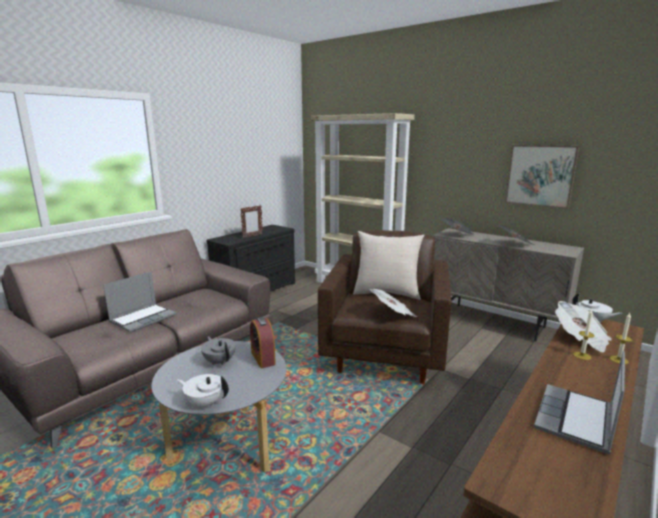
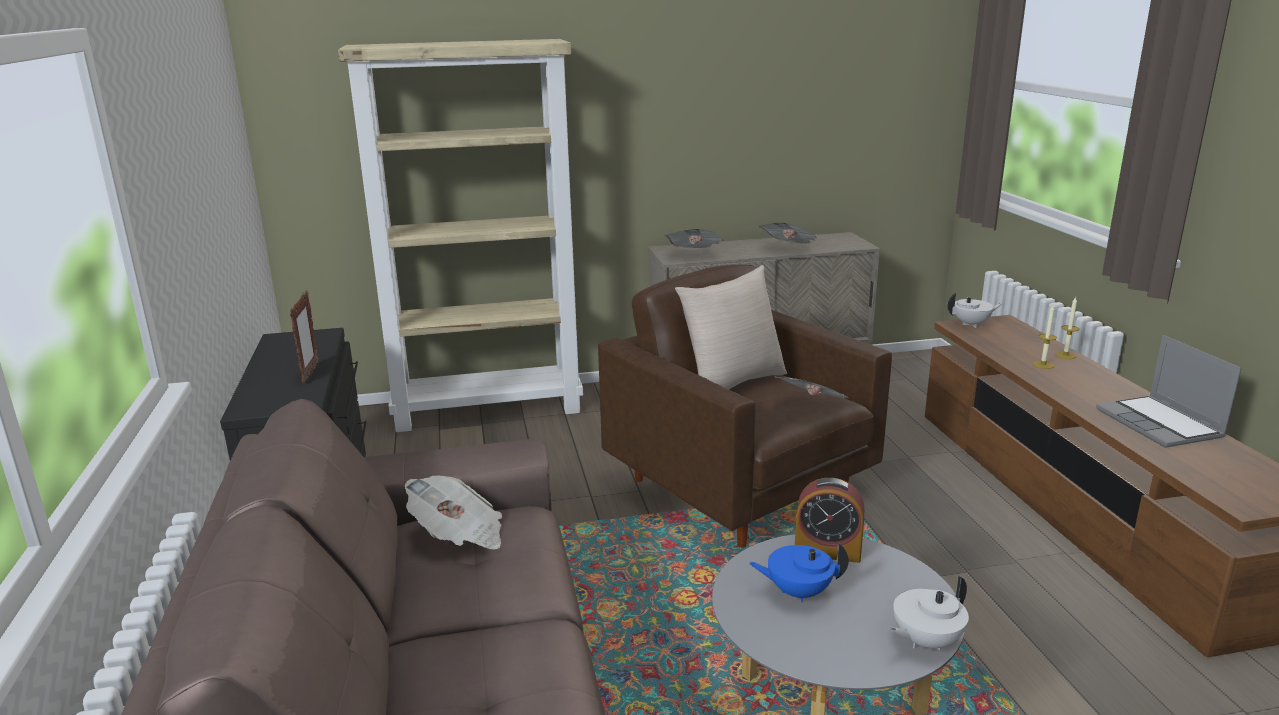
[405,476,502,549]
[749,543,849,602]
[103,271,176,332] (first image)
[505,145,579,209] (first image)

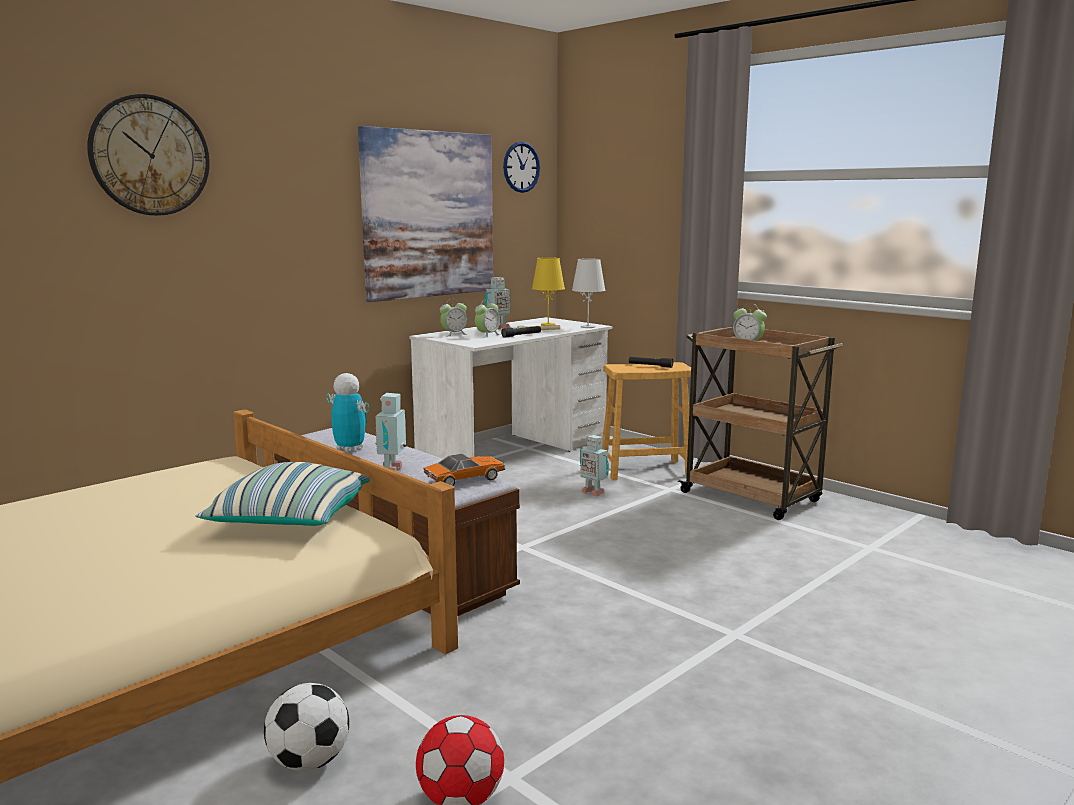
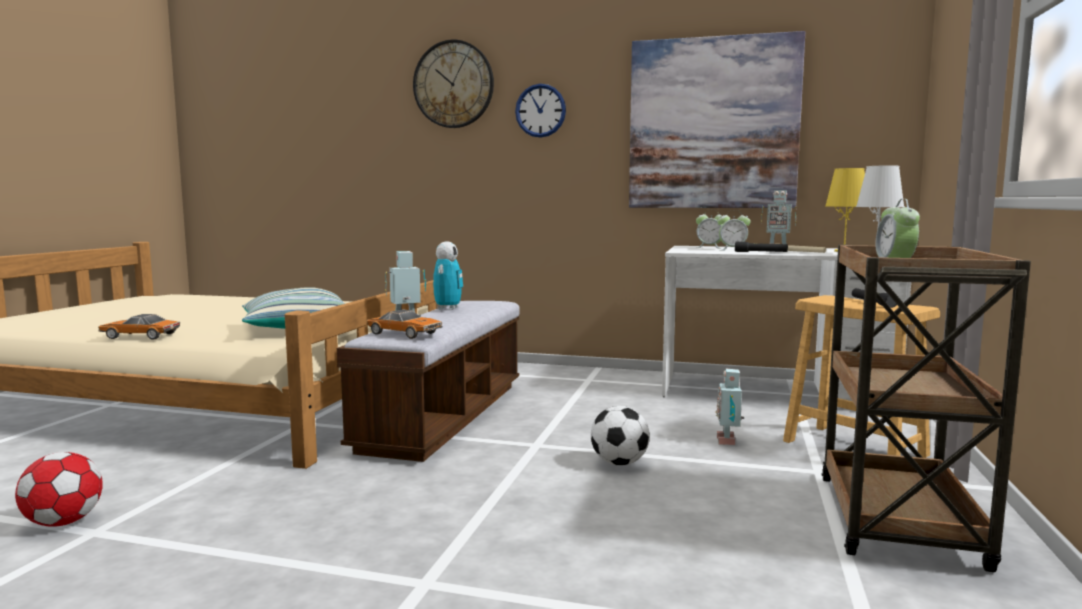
[98,314,180,340]
[515,84,566,138]
[591,406,650,465]

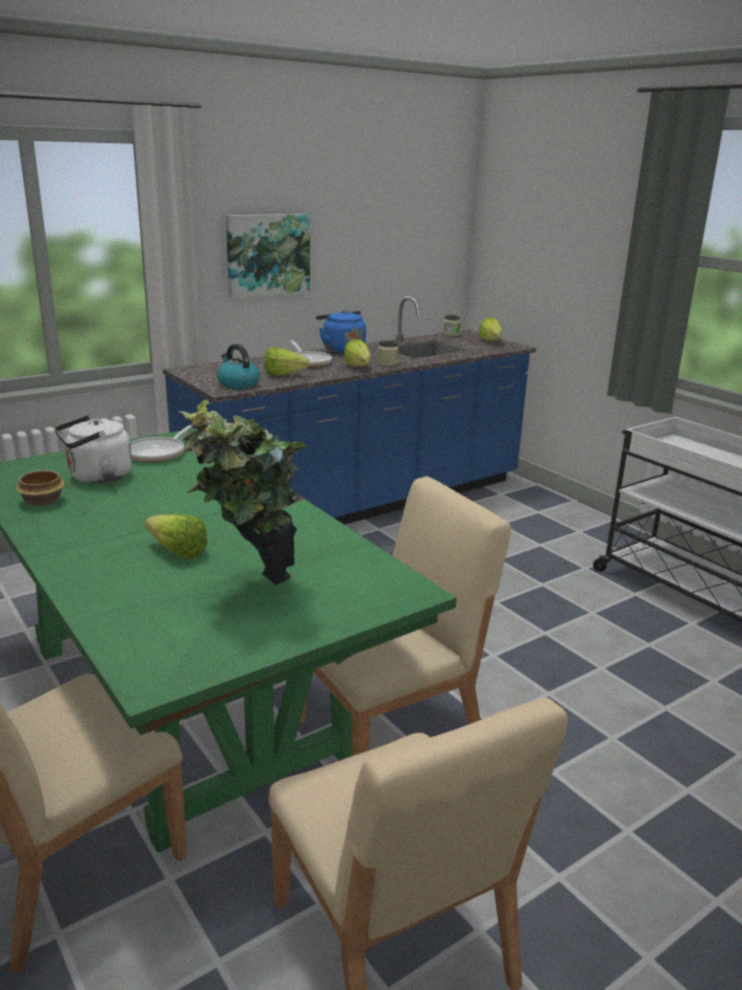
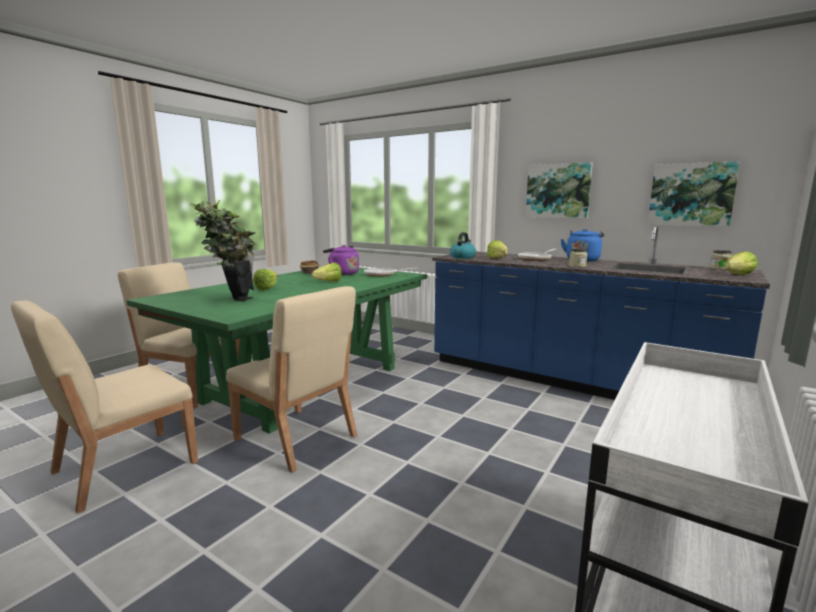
[312,263,342,282]
[323,245,359,275]
[648,161,740,227]

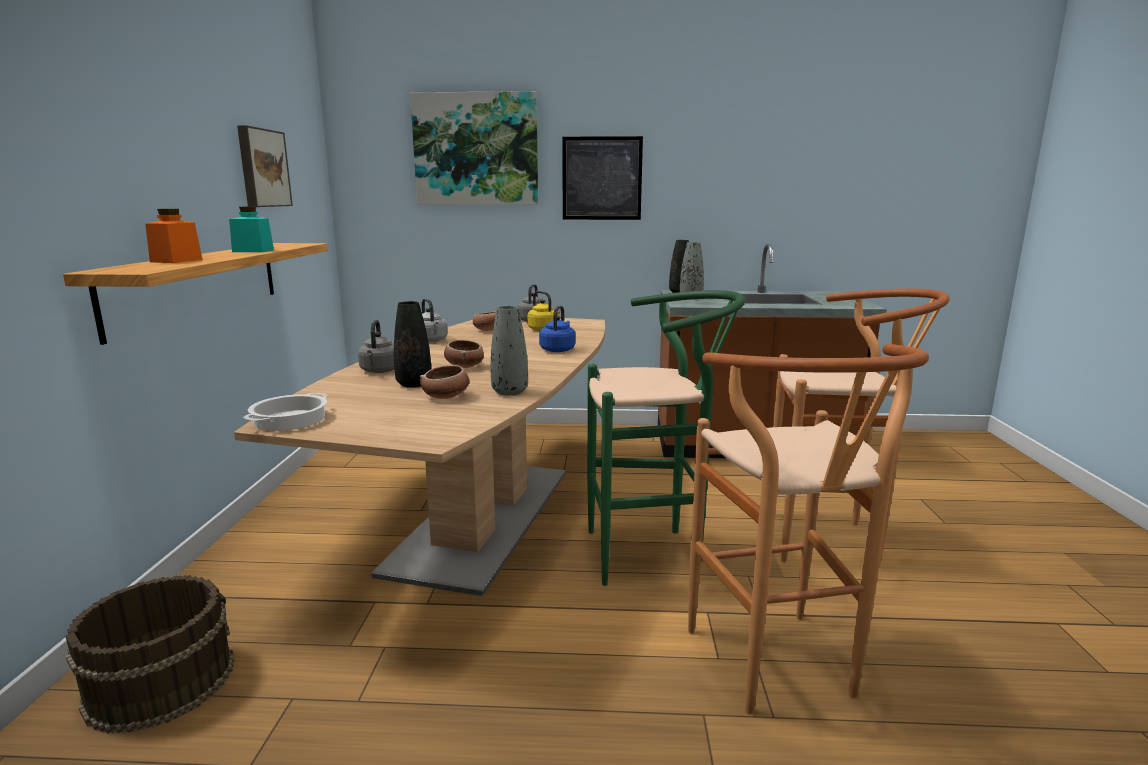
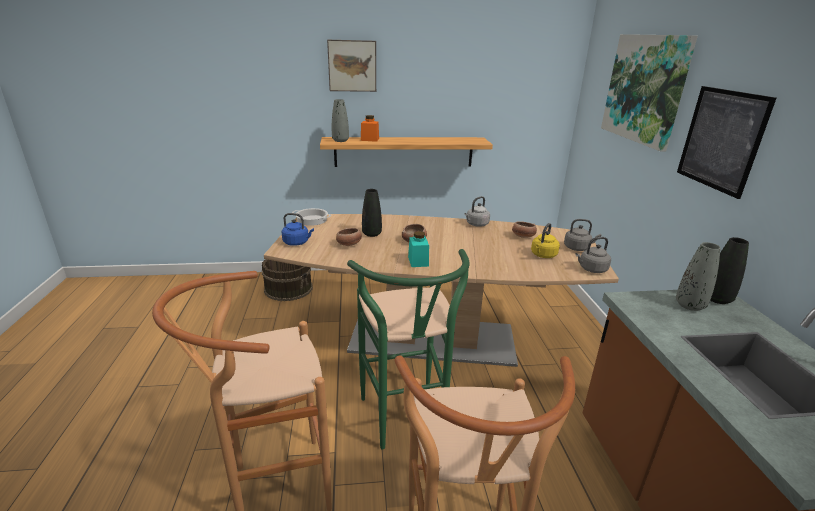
[282,213,314,246]
[327,40,376,92]
[332,99,349,142]
[408,231,429,267]
[575,237,611,273]

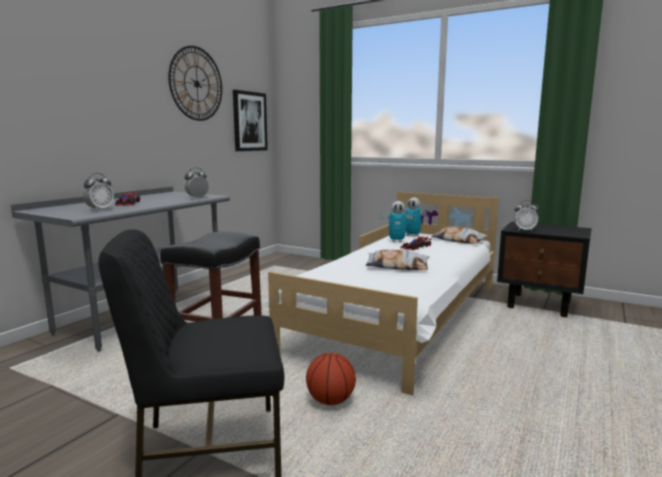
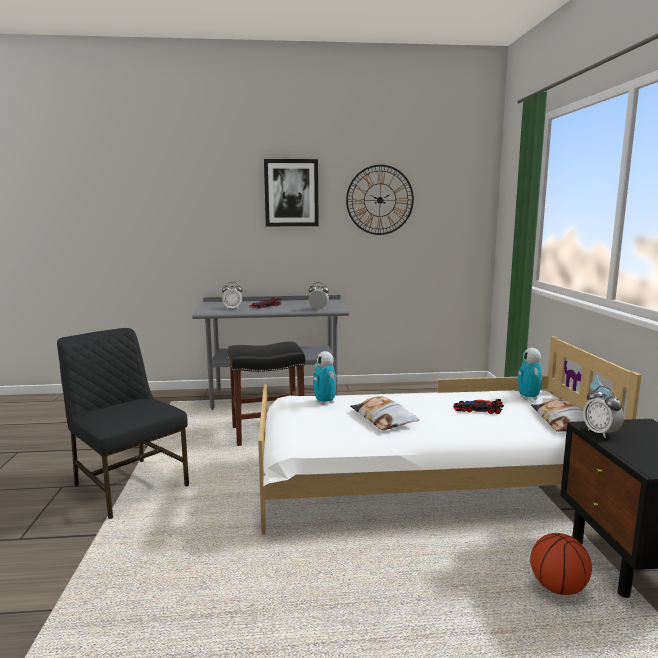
[264,159,319,226]
[313,351,337,405]
[530,533,592,595]

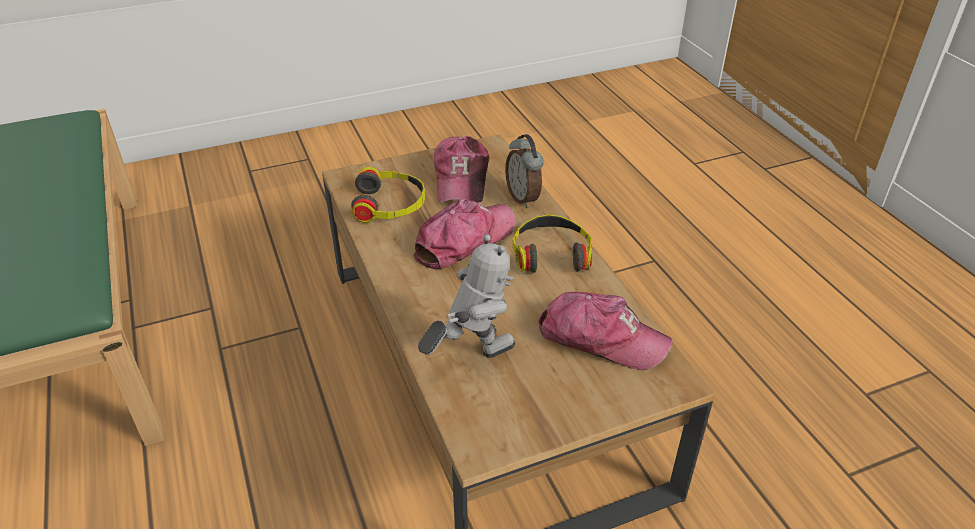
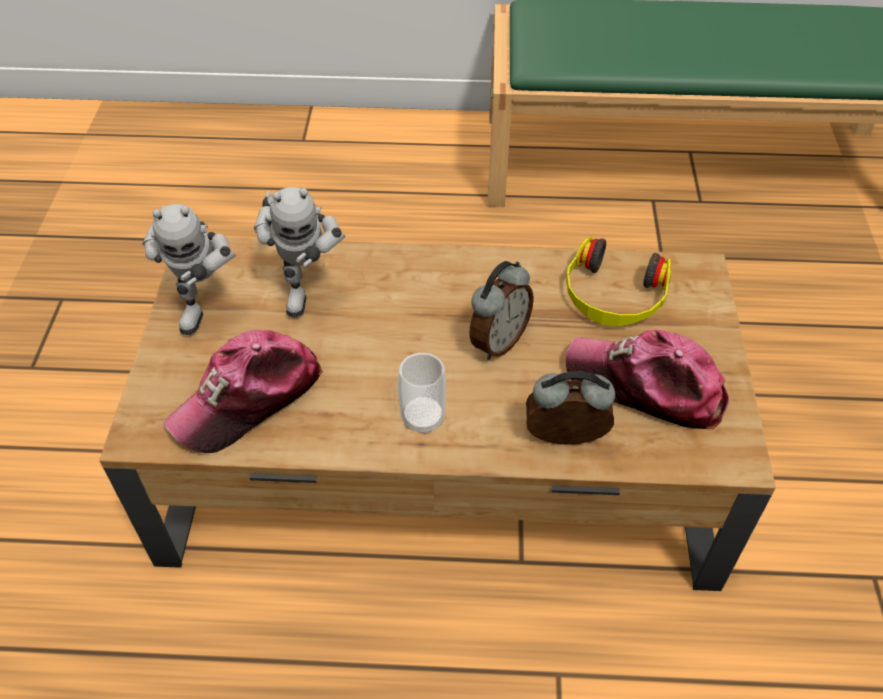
[142,204,235,335]
[398,353,446,434]
[469,261,534,360]

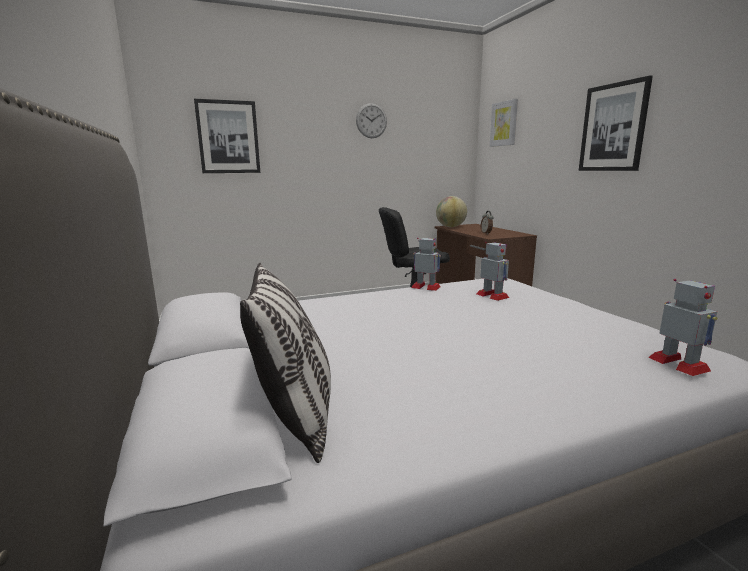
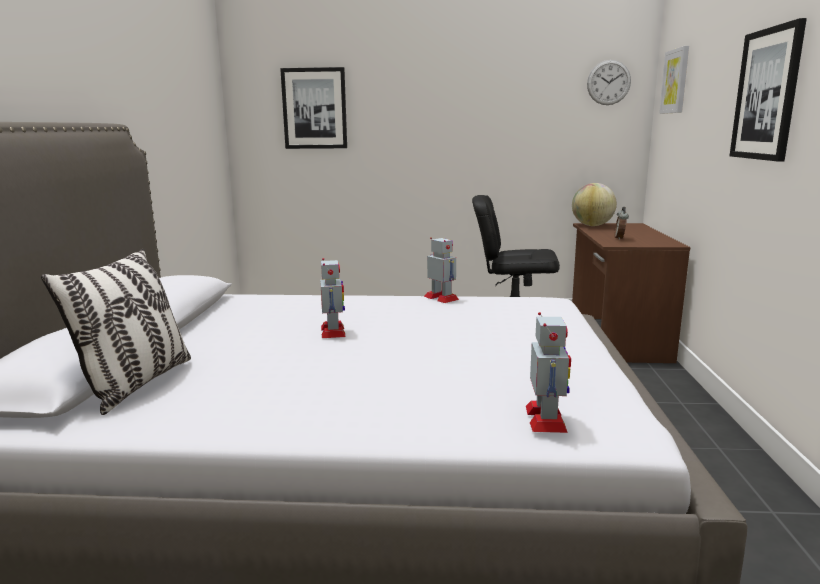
[320,258,345,338]
[587,60,631,105]

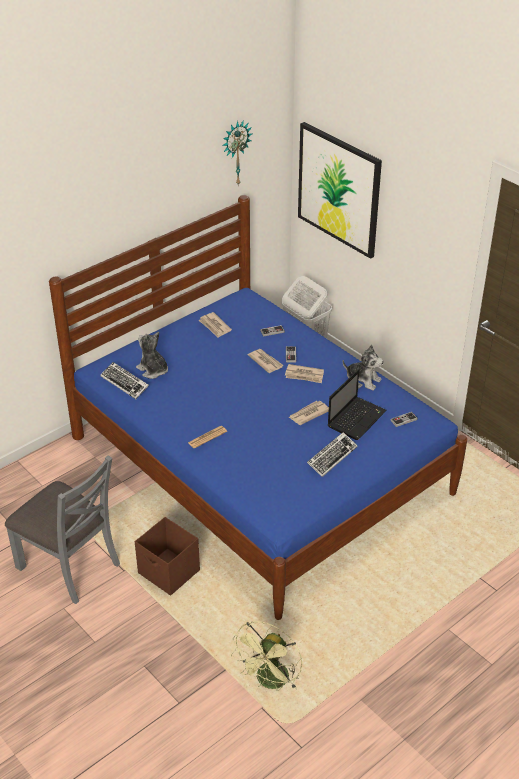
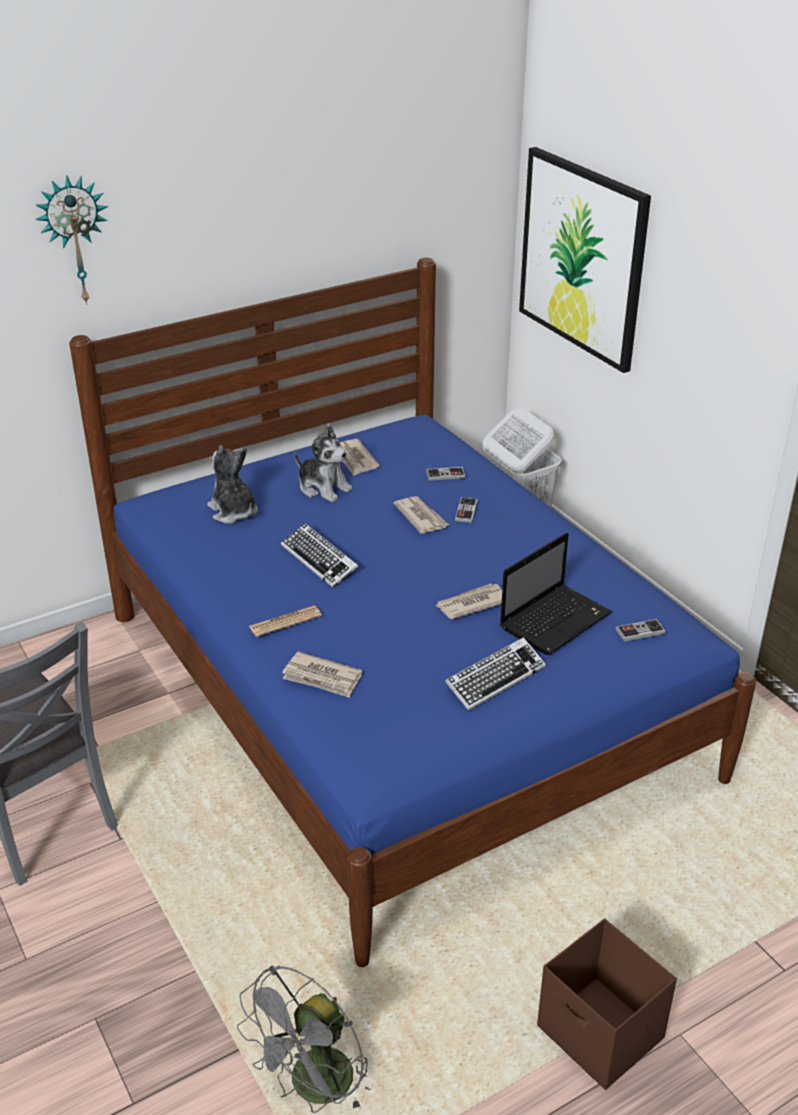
[36,175,108,305]
[237,965,372,1113]
[281,523,358,588]
[282,652,362,698]
[294,425,353,502]
[537,919,677,1090]

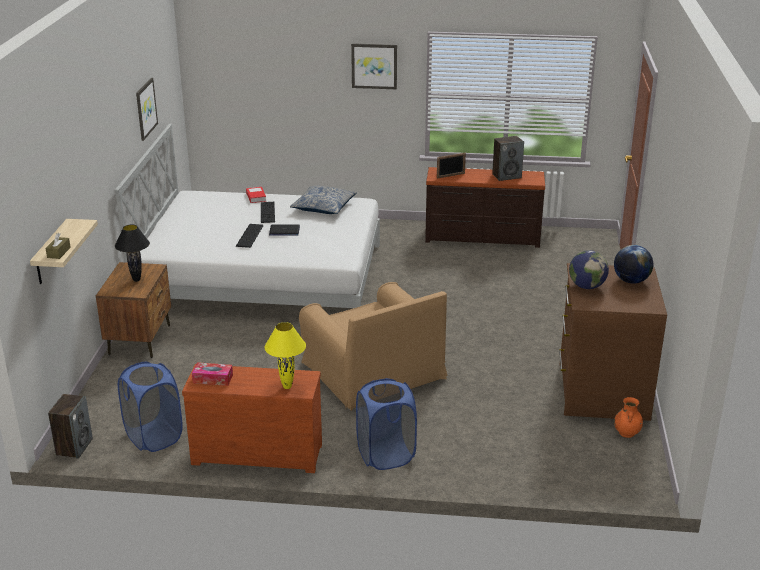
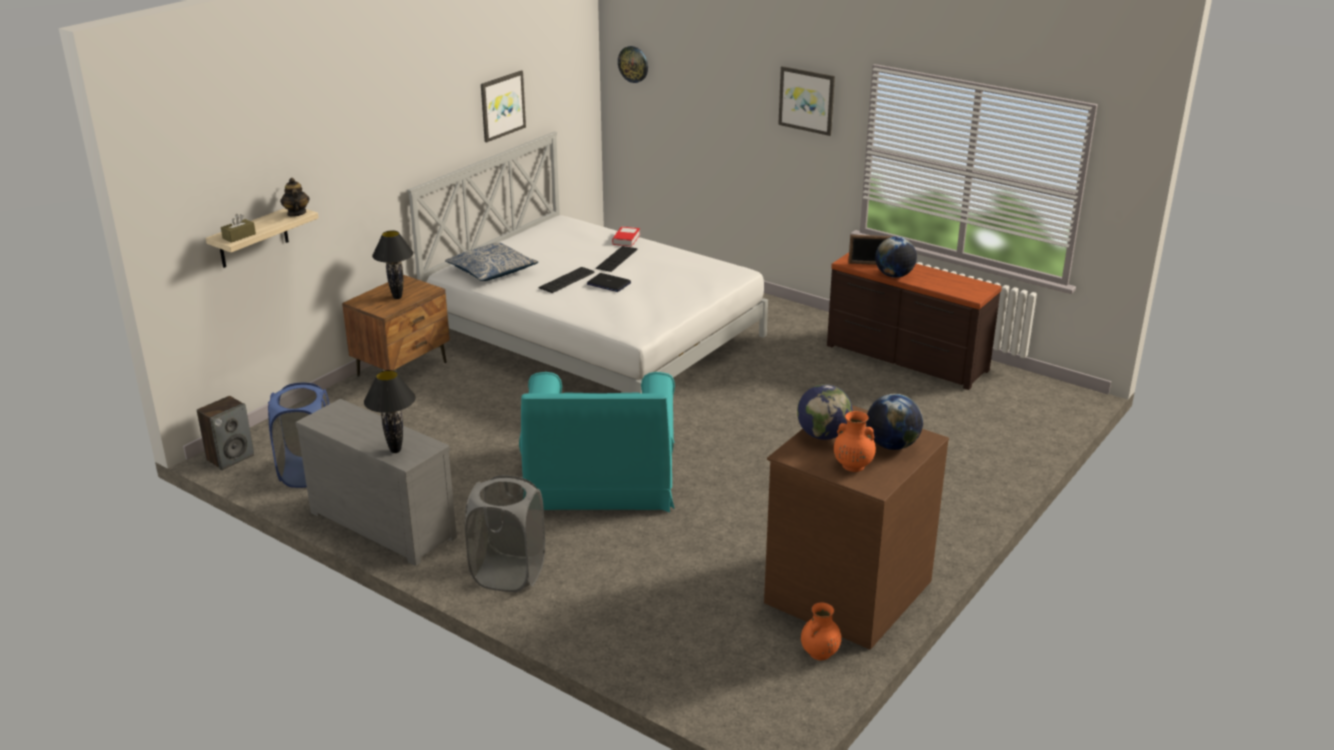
[280,178,310,217]
[295,399,457,566]
[364,370,416,453]
[445,242,538,281]
[465,475,545,592]
[519,372,675,512]
[618,46,648,83]
[834,411,876,472]
[875,236,917,278]
[192,362,233,386] (first image)
[492,136,524,181] (first image)

